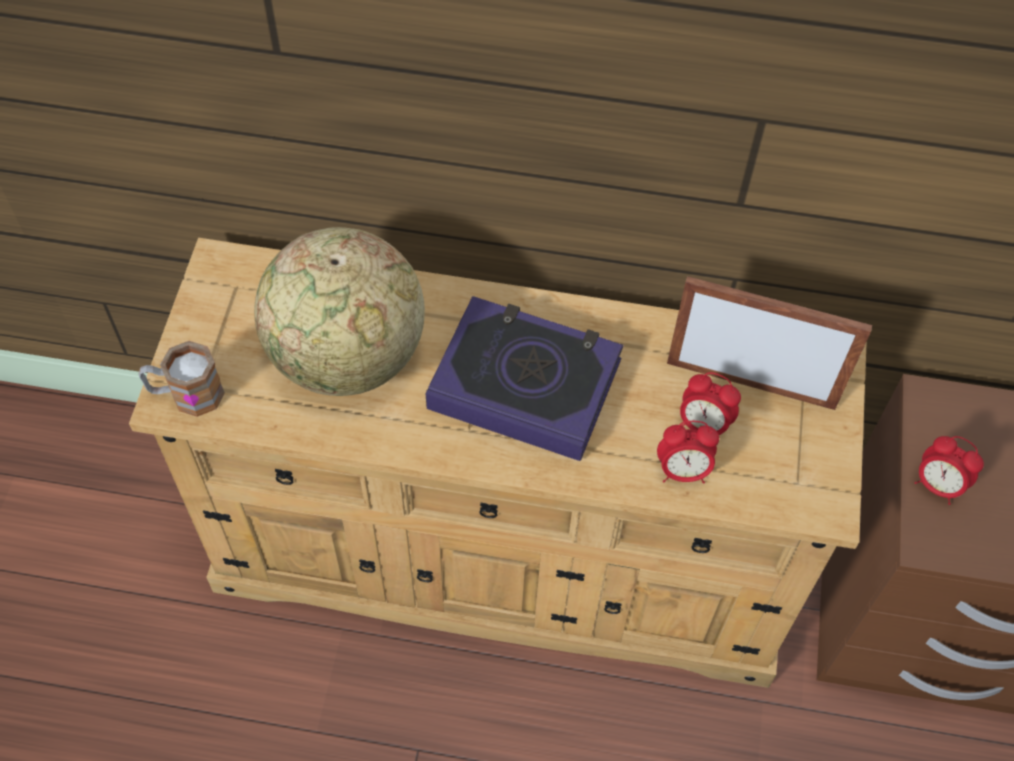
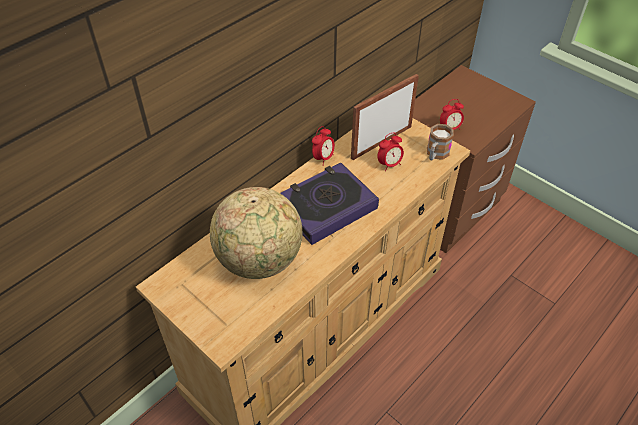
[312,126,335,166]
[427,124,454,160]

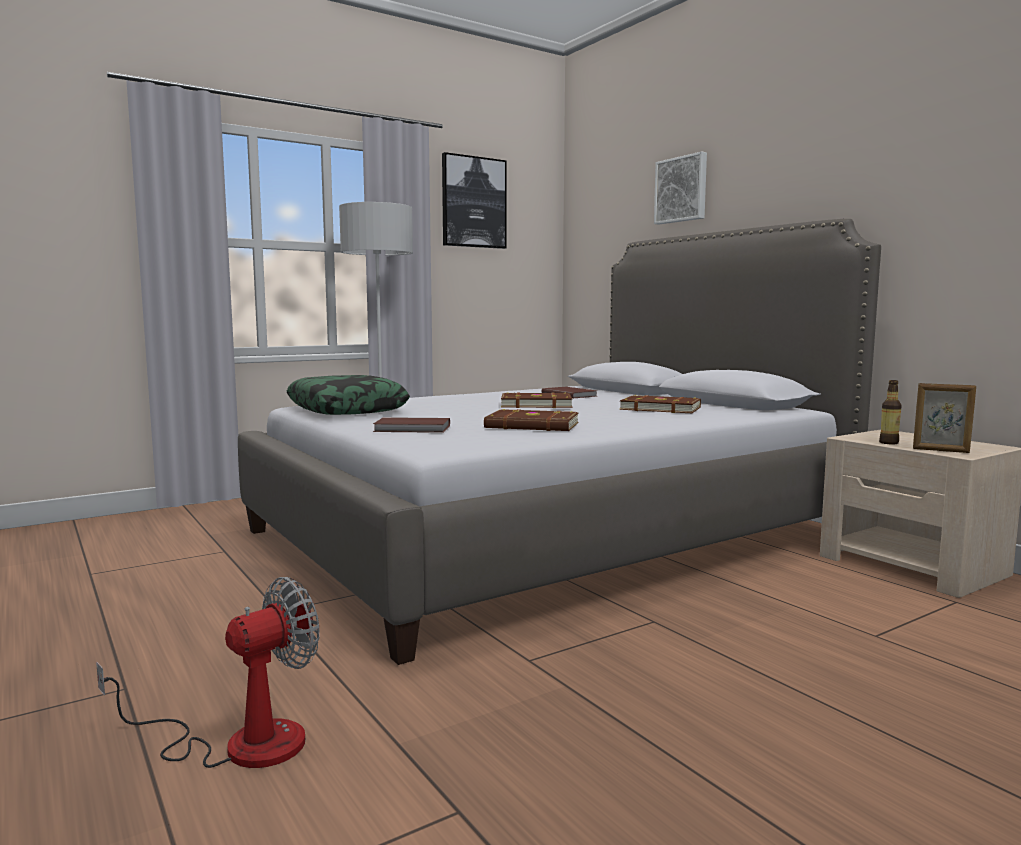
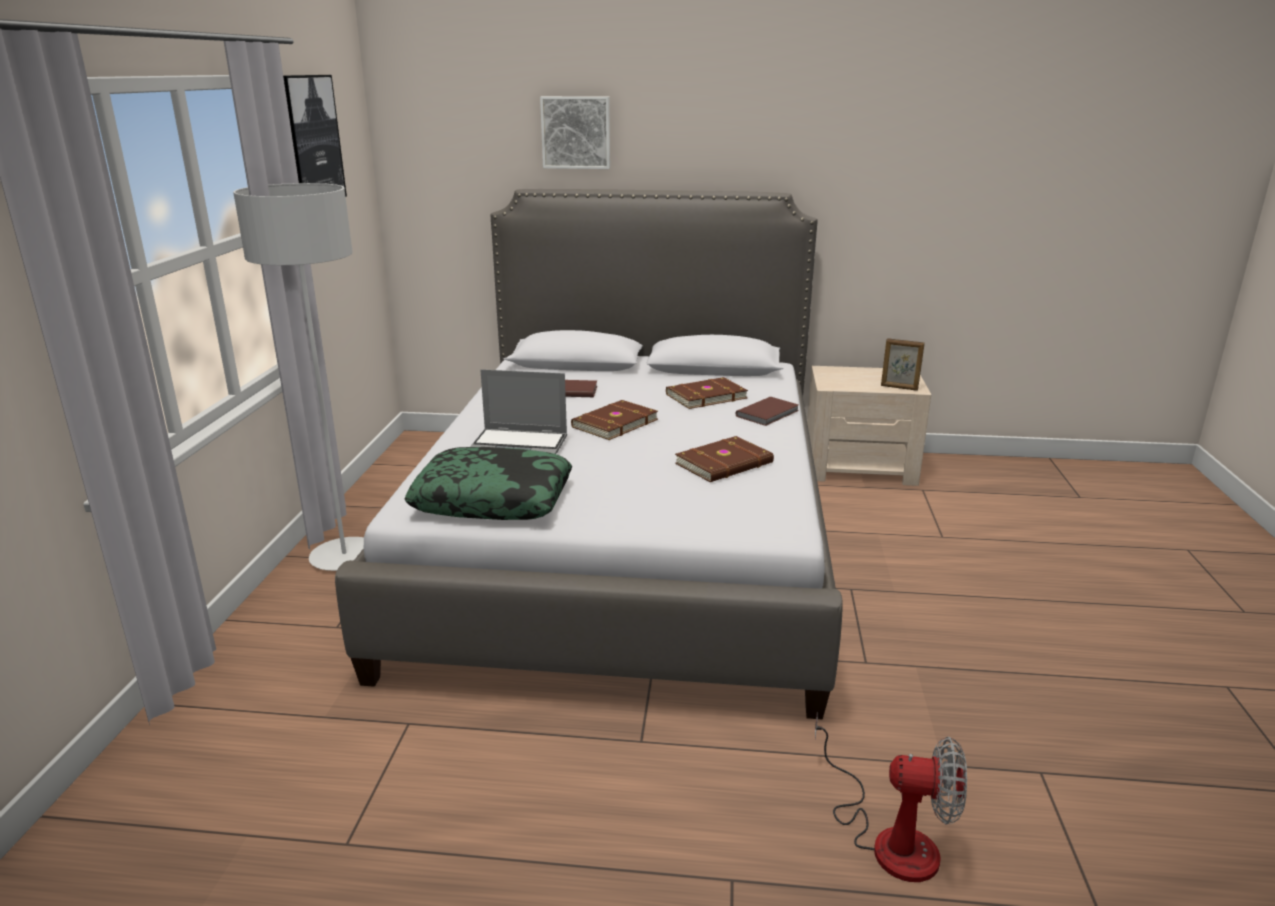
[470,369,567,454]
[736,397,799,426]
[815,712,967,882]
[881,338,925,391]
[879,380,902,444] (first image)

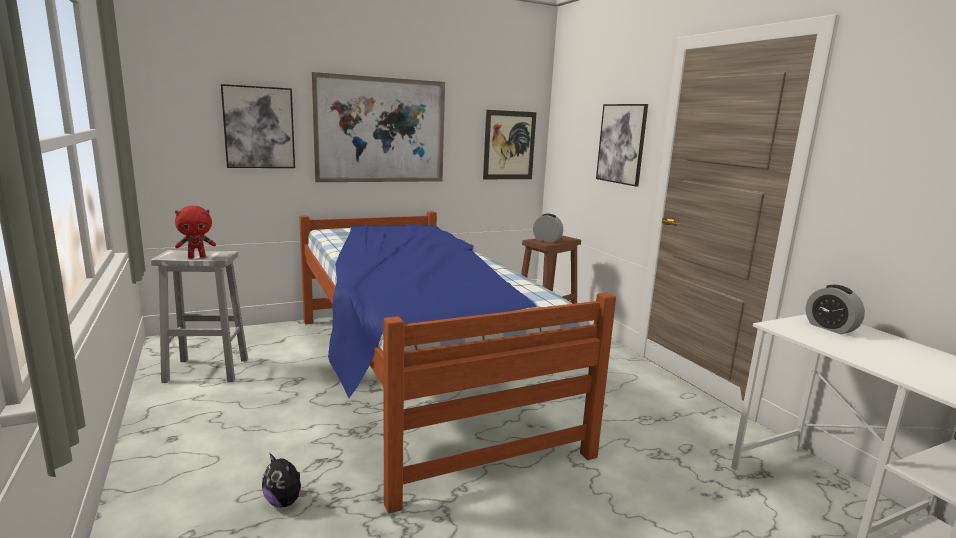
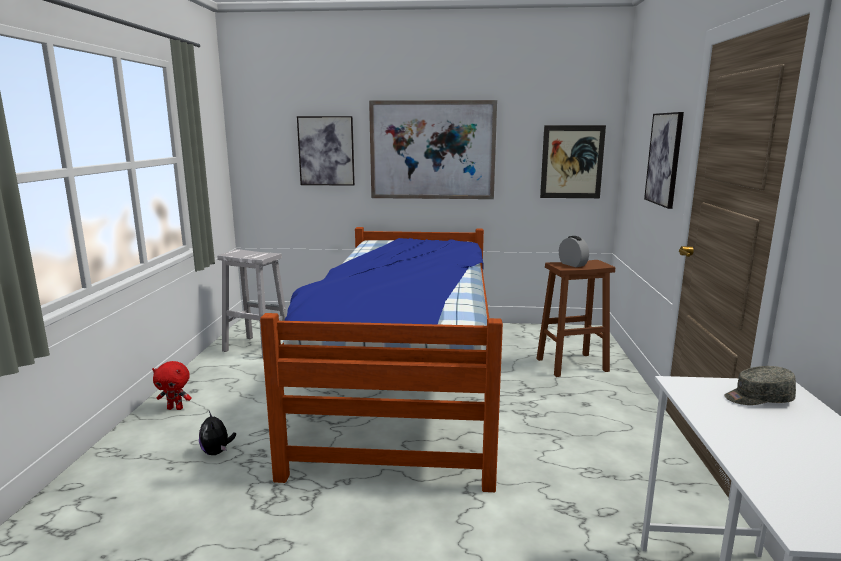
[152,361,192,410]
[724,366,796,405]

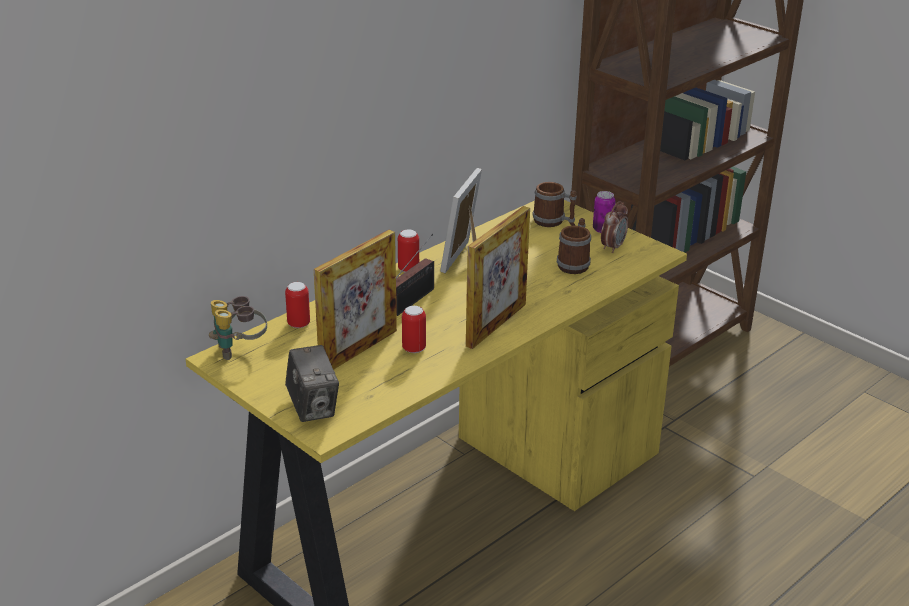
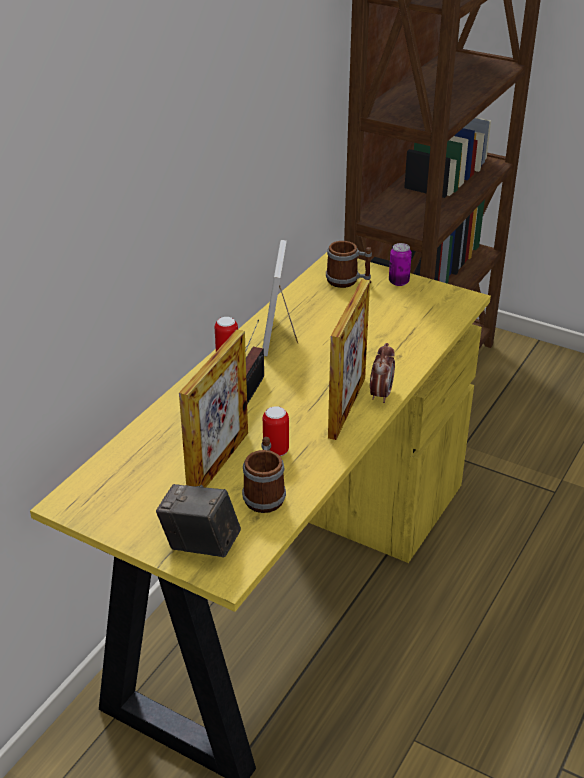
[156,484,241,557]
[242,437,286,513]
[370,343,395,403]
[209,296,267,360] (first image)
[285,282,310,328] (first image)

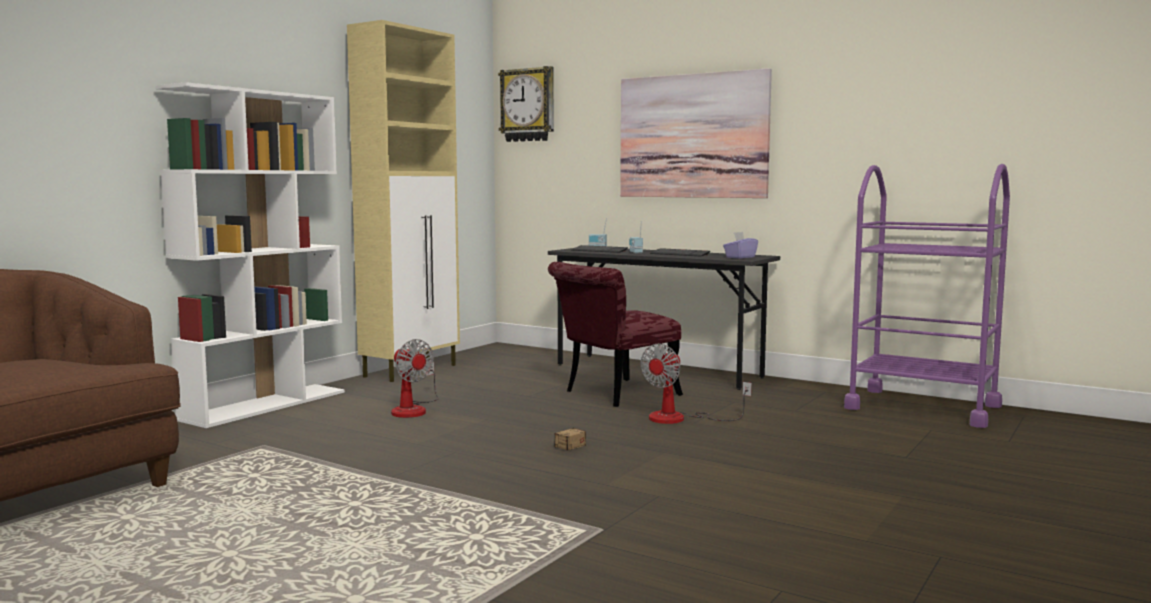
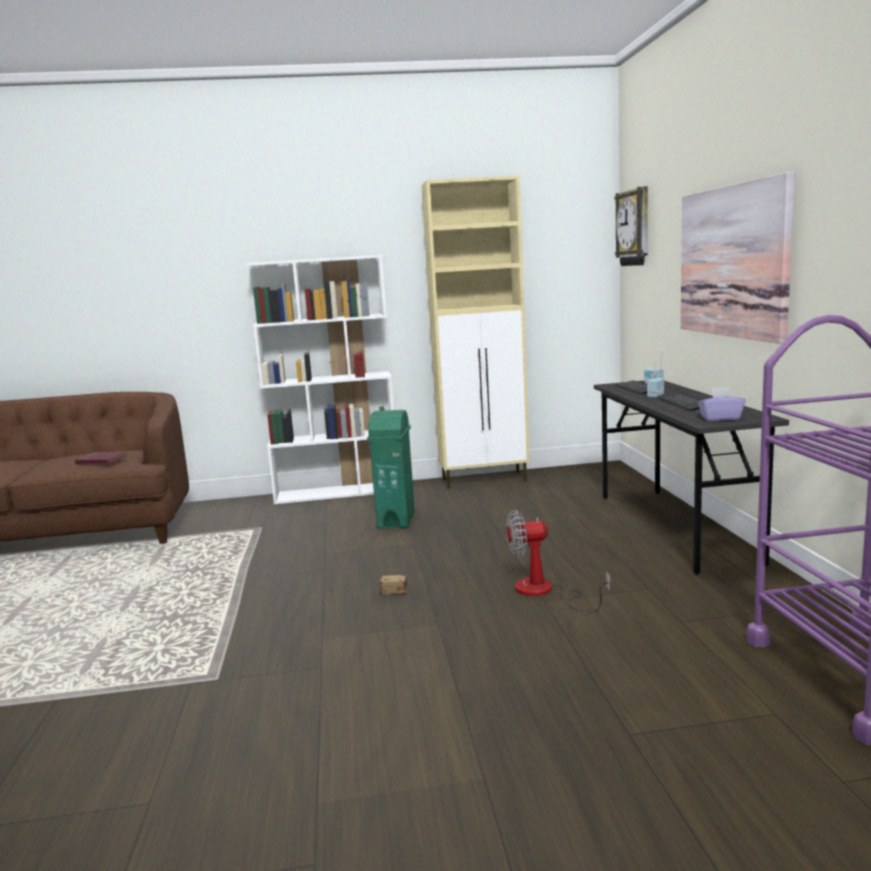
[75,452,128,464]
[367,410,415,528]
[548,262,683,407] (first image)

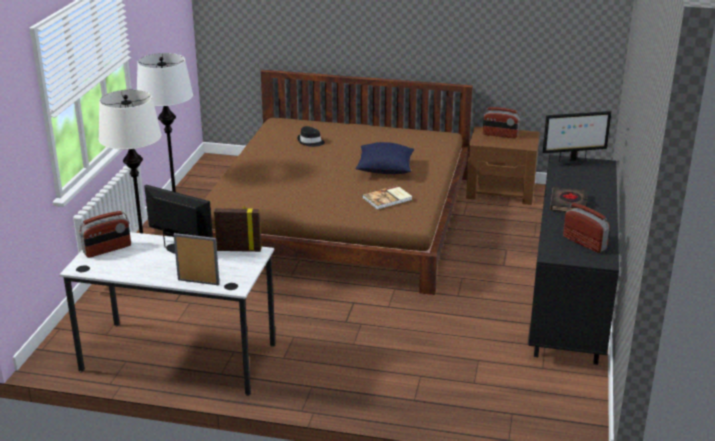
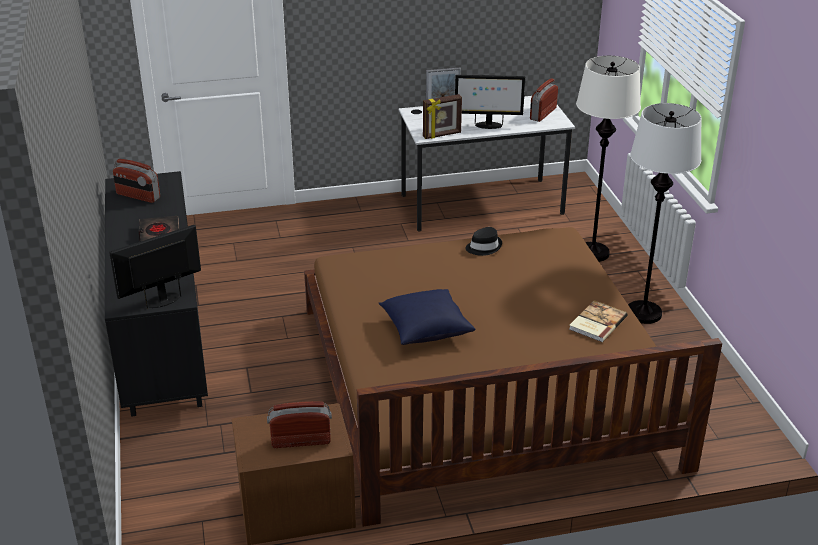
[465,227,502,256]
[569,300,628,342]

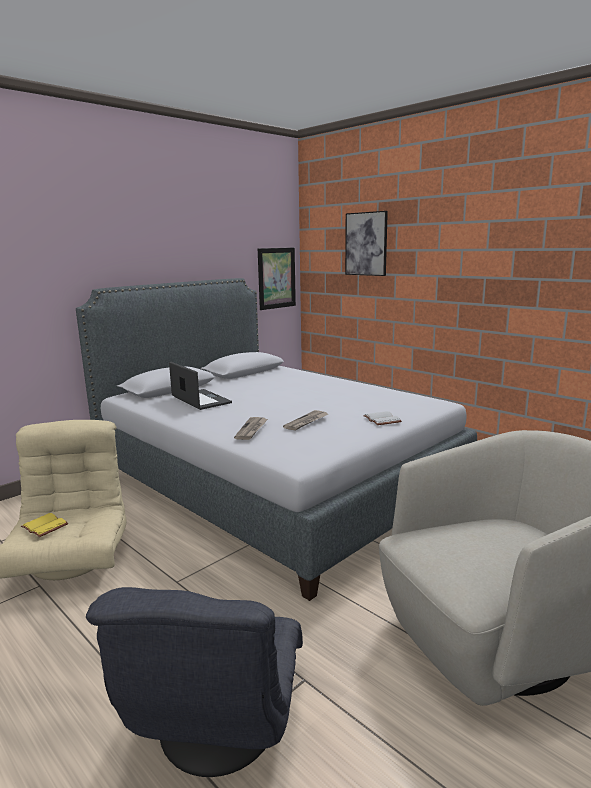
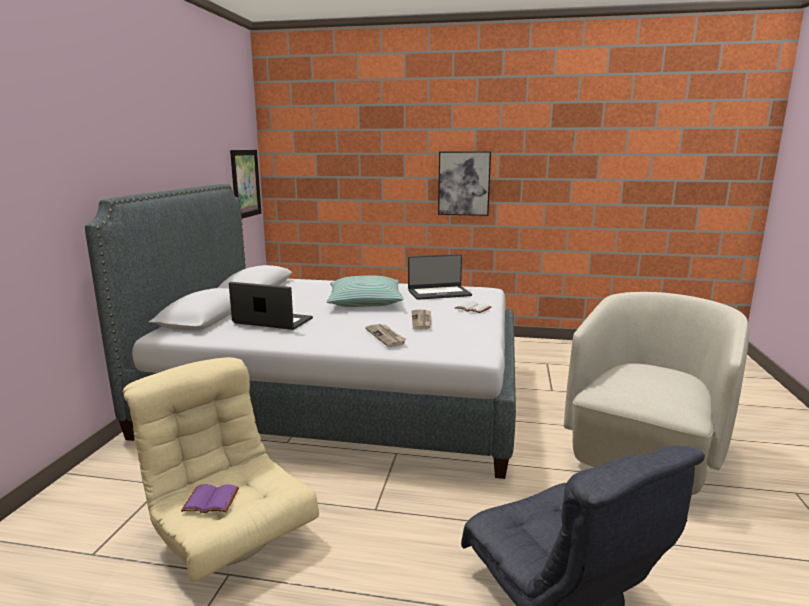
[181,484,239,513]
[327,276,404,307]
[408,254,472,300]
[438,152,491,216]

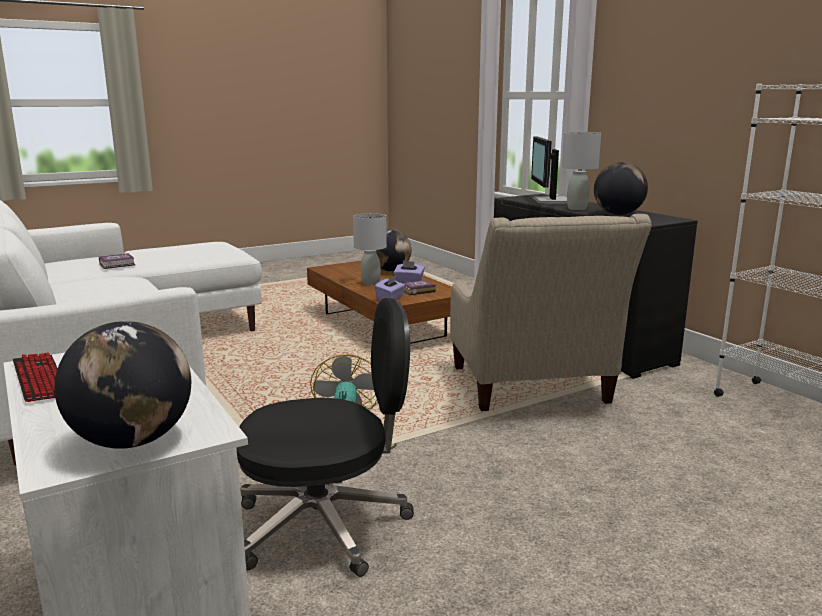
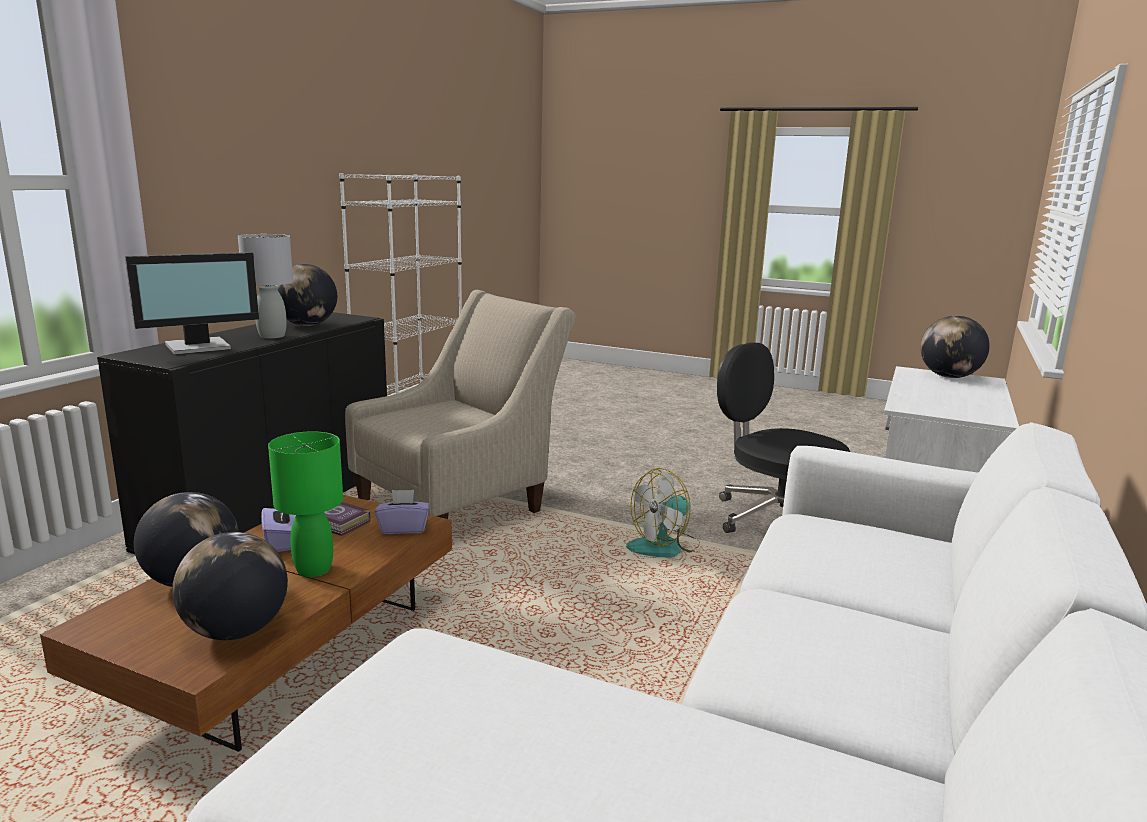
[172,532,288,640]
[268,431,343,577]
[13,352,58,402] (first image)
[99,253,135,269] (first image)

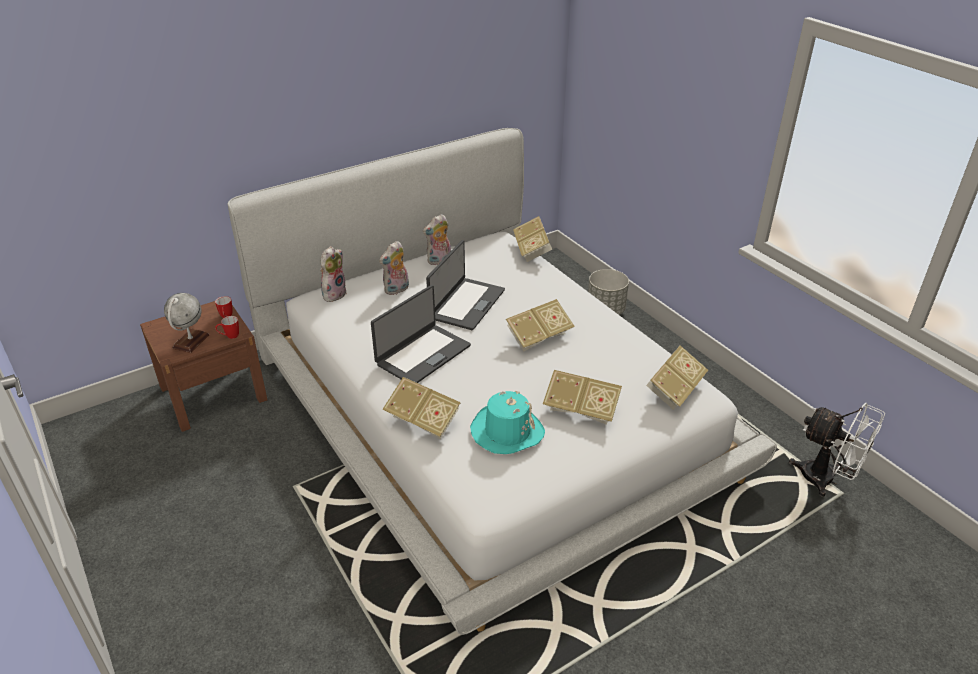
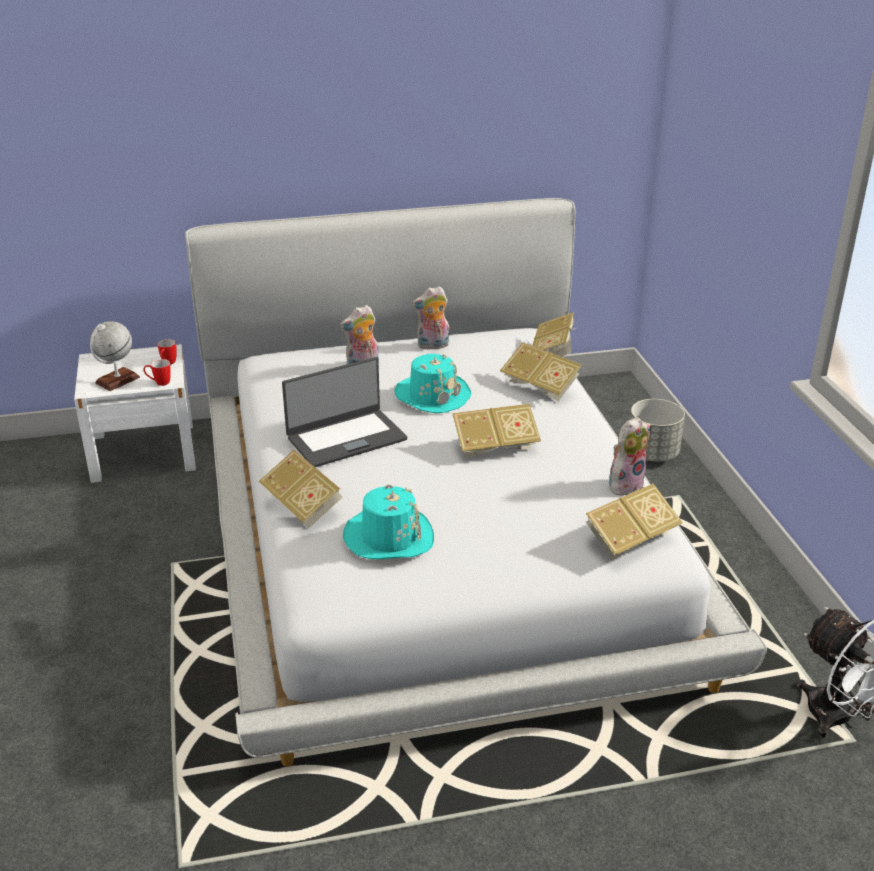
[74,344,196,483]
[395,354,471,413]
[500,342,582,401]
[609,417,651,495]

